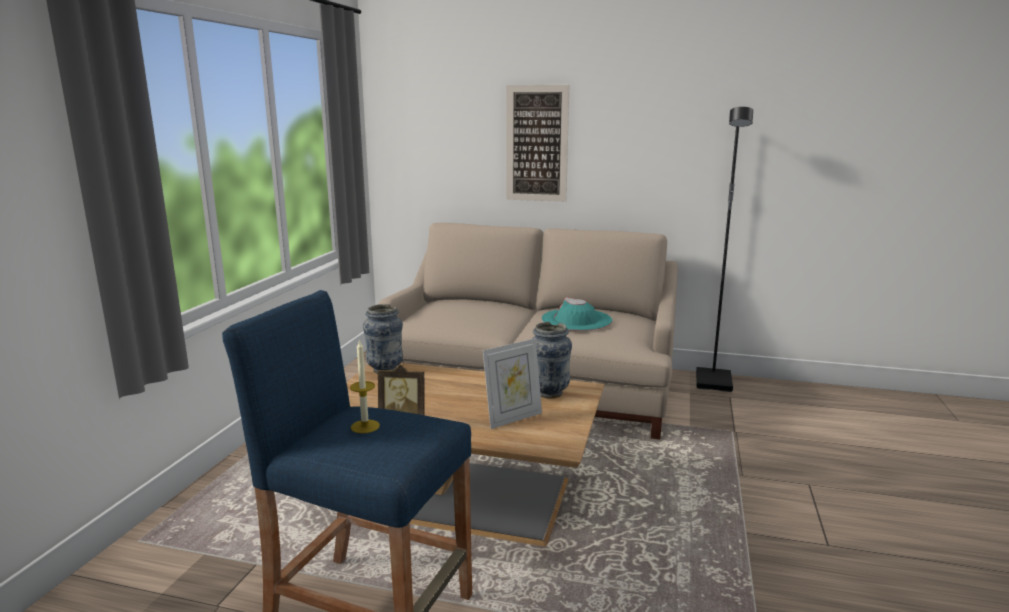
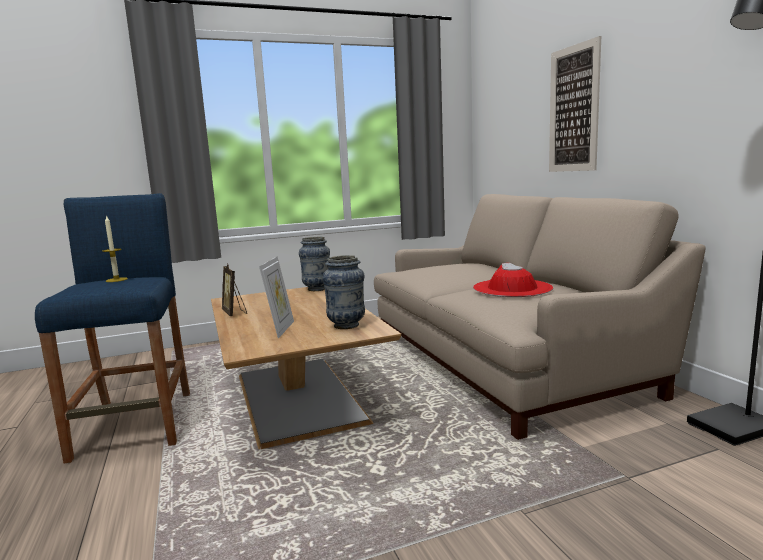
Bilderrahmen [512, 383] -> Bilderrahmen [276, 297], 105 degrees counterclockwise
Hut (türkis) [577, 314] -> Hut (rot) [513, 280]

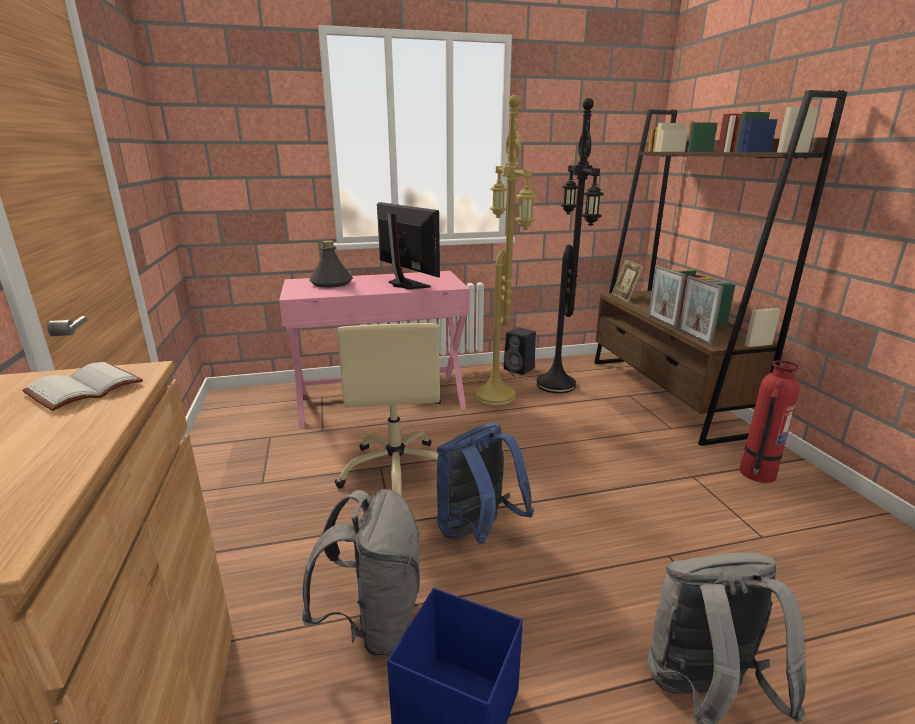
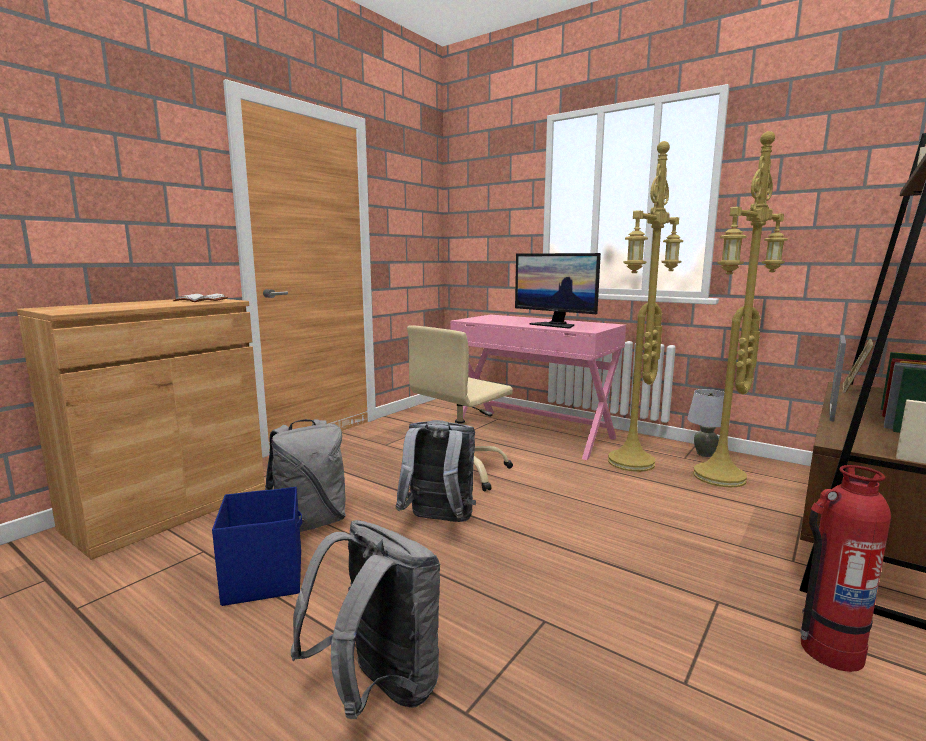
Flasche (grau) [331, 264] -> none
Monitor [408, 246] -> Monitor [558, 291], 120 degrees clockwise
Rucksack (blau) [485, 483] -> Rucksack (grau) [436, 471]
Lautsprecher (schwarz) [520, 351] -> Tischlampe (grau) [708, 423]
Stehlampe (schwarz) [570, 245] -> Stehlampe (gelb) [740, 309]
Bilderrahmen [701, 310] -> none

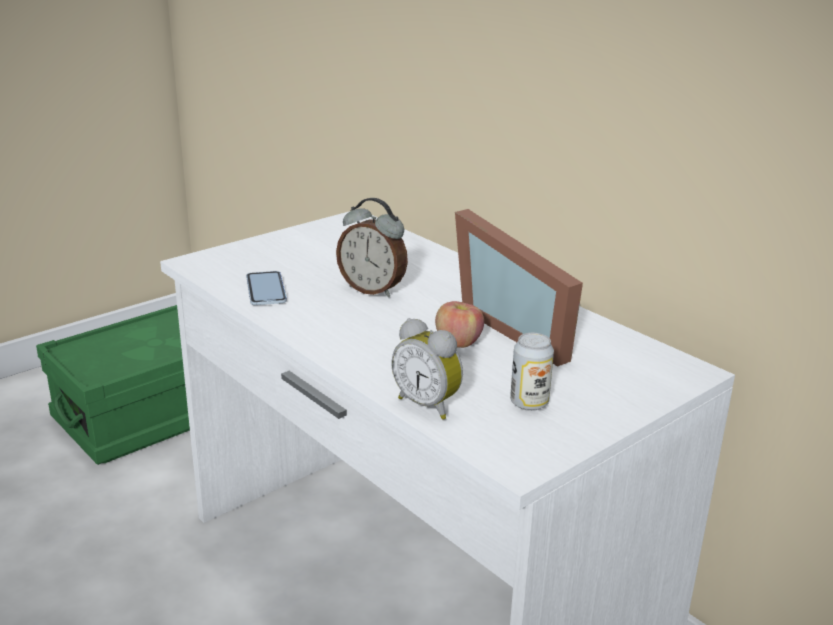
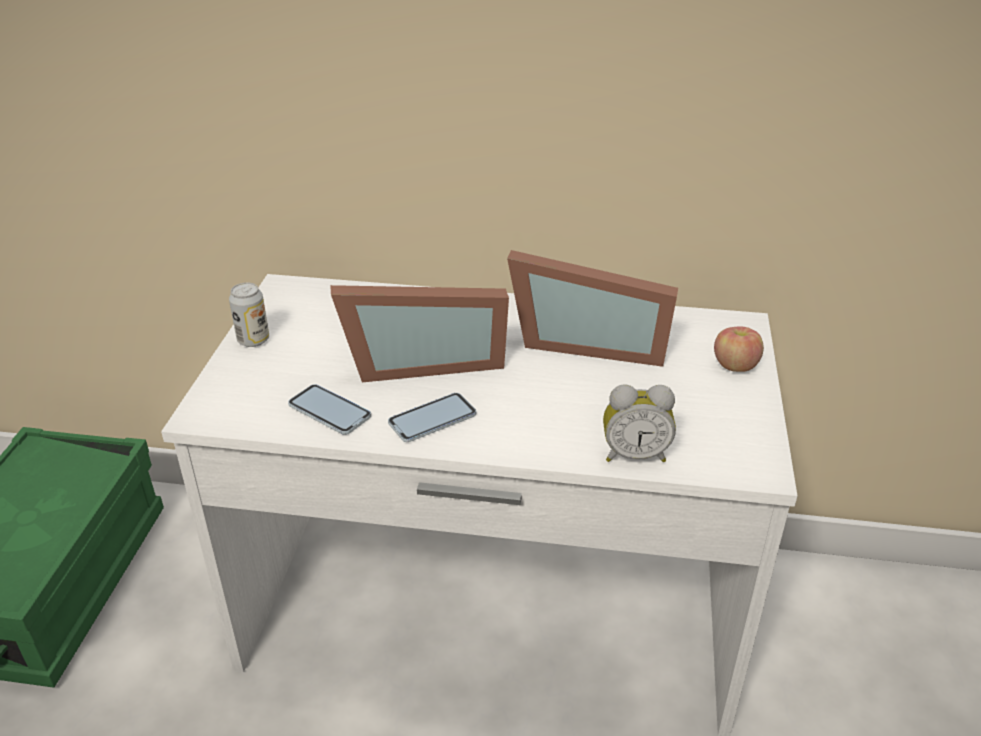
Wecker [372, 247] -> Bilderrahmen [419, 333]
Apfel [459, 324] -> Apfel [739, 349], shifted
Dose [532, 372] -> Dose [249, 315], shifted
none -> Handy [432, 417]

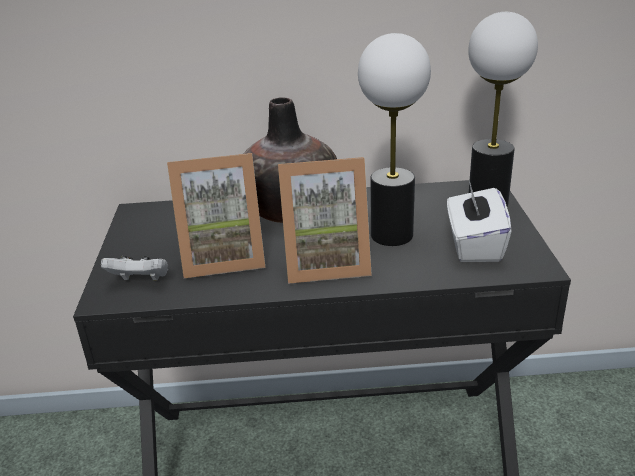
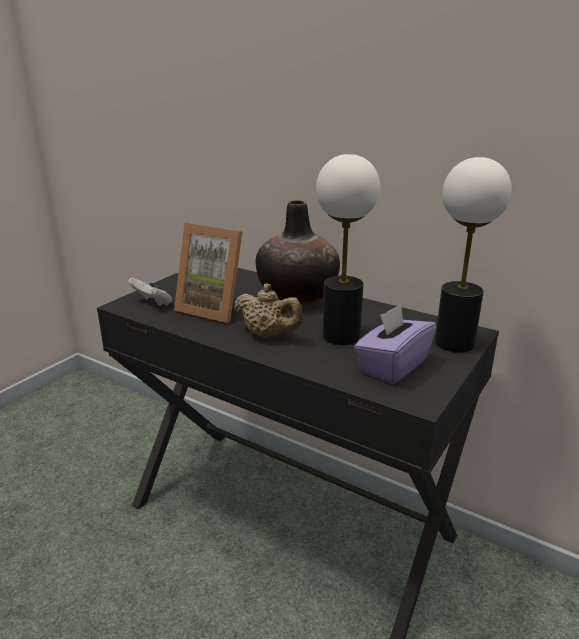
Bilderrahmen [325, 220] -> Teekanne (beige) [268, 310]
Taschentuchbox (weiß) [479, 221] -> Taschentuchbox (lila) [395, 344]

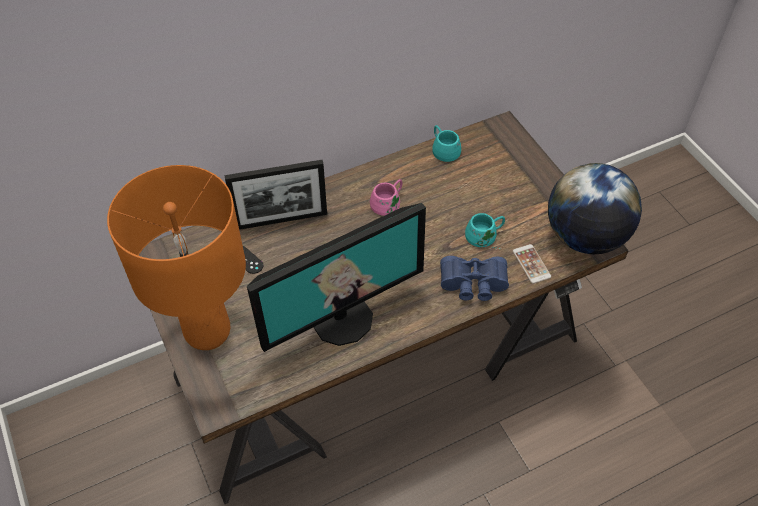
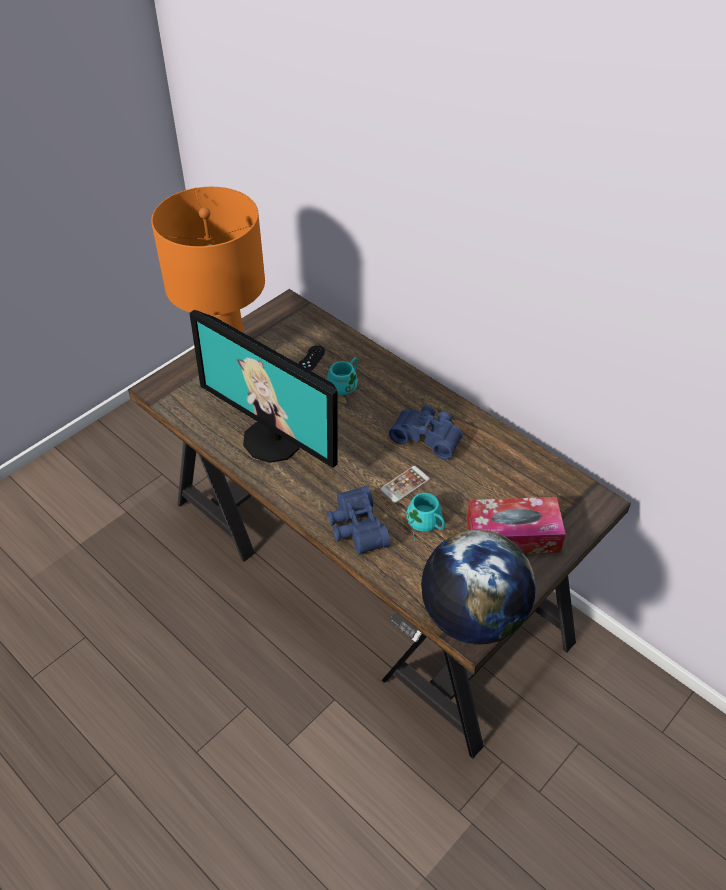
Bilderrahmen [275, 195] -> none
Henkelbecher (rosa) [386, 197] -> Fernglas (blau) [426, 432]
Henkelbecher (türkis) [446, 143] -> Henkelbecher (türkis) [347, 376], shifted
Handy [532, 264] -> Handy [405, 484], shifted
none -> Taschentuchbox [516, 525]

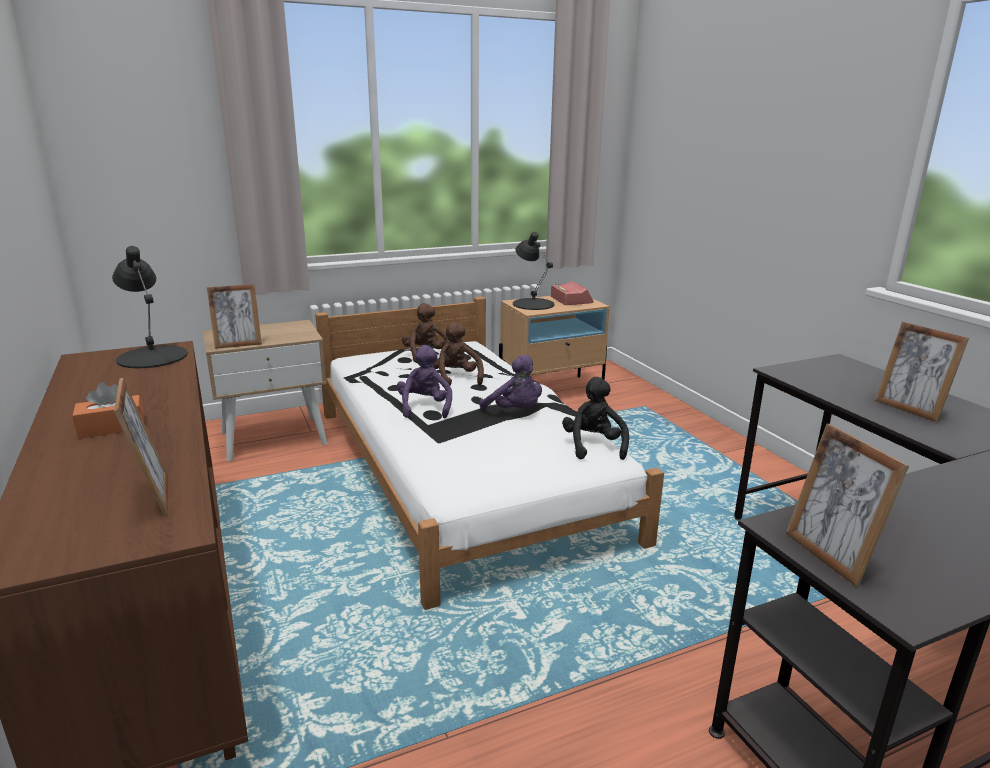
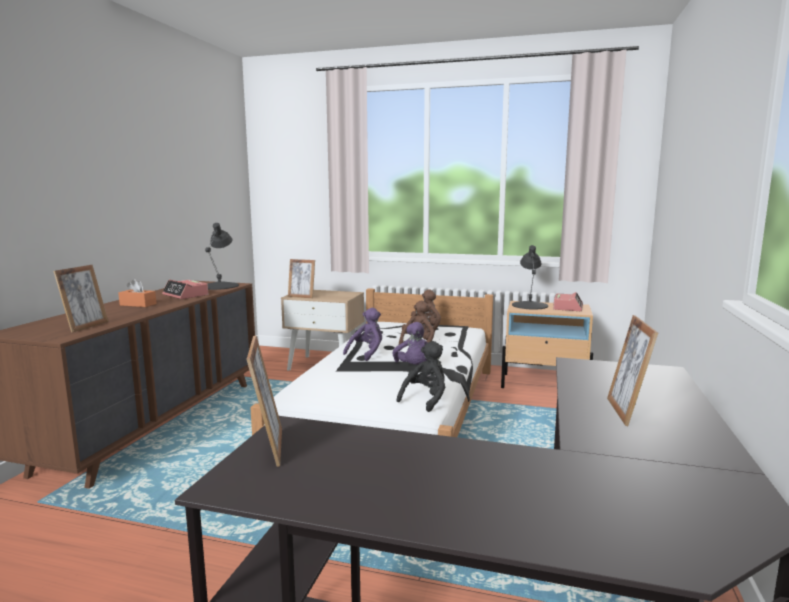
Bilderrahmen [847, 505] -> Bilderrahmen [264, 401], 150 degrees clockwise
none -> Wecker [185, 289]

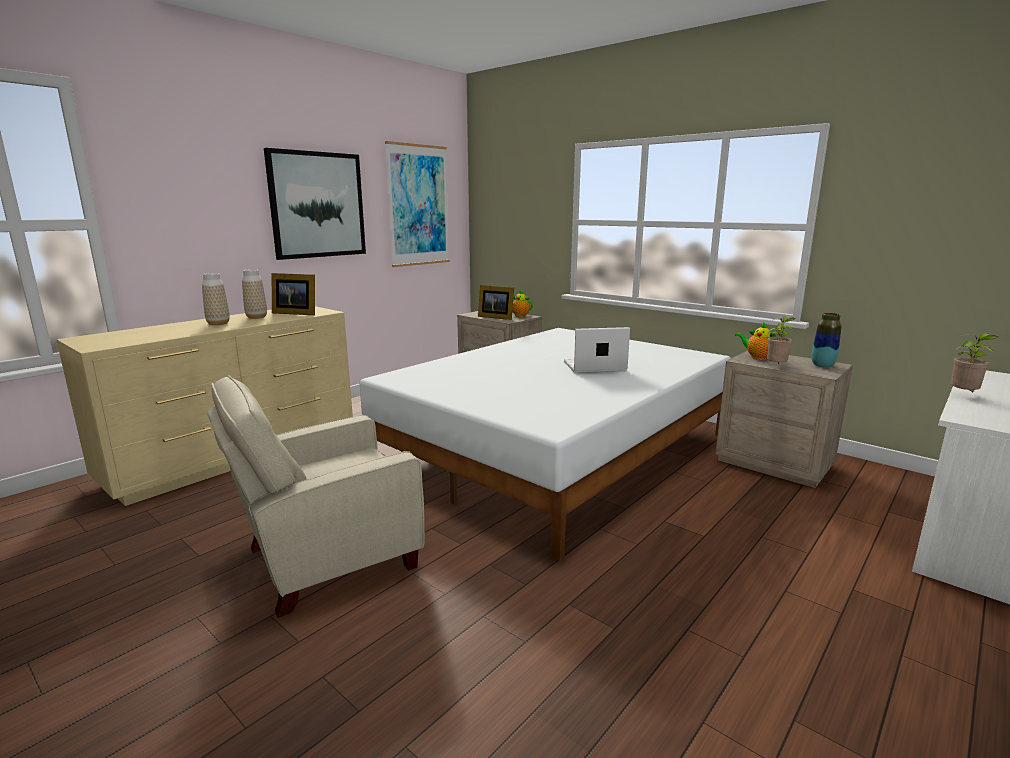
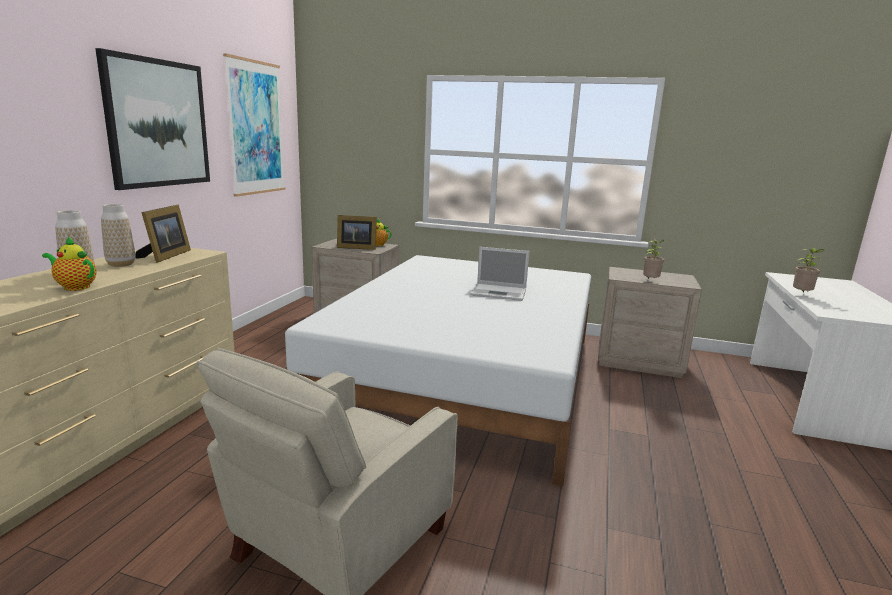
Bilderrahmen [293, 294] -> Bilderrahmen [163, 234], 75 degrees counterclockwise
Laptop [597, 350] -> Laptop [500, 274], 135 degrees counterclockwise
Teekanne [756, 341] -> Teekanne [69, 264], shifted
Vase [826, 340] -> none

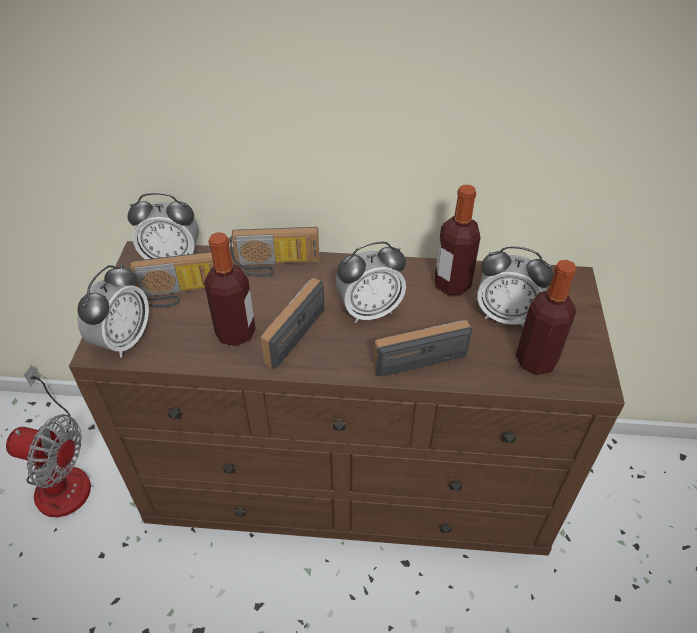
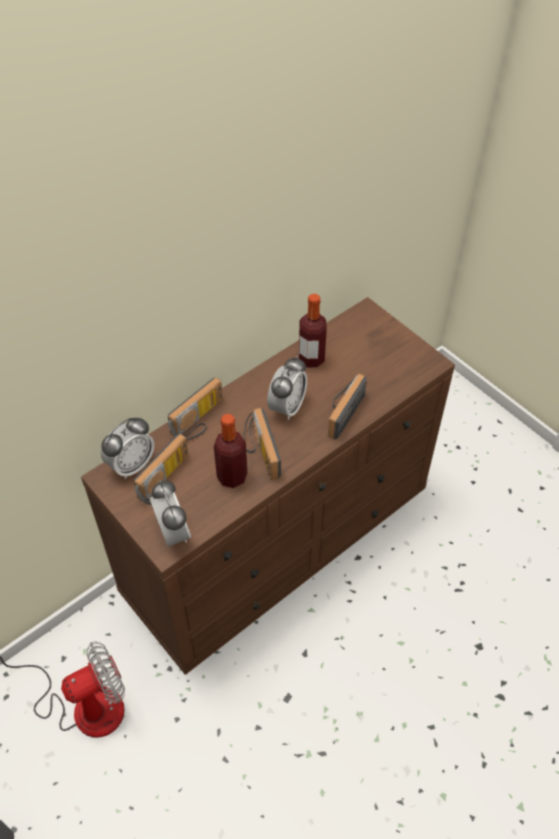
Wecker [515, 286] -> none
Flasche [546, 317] -> none

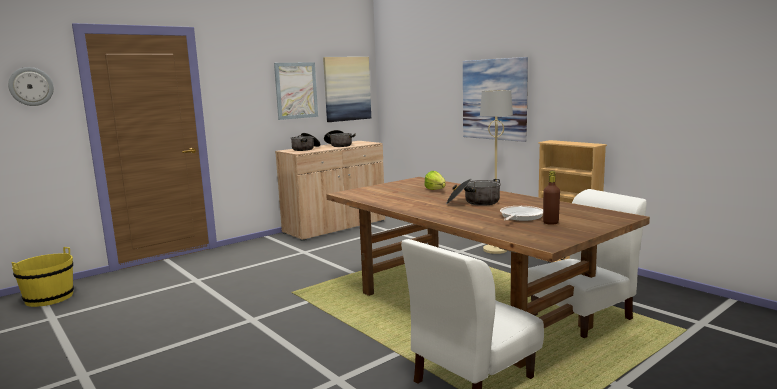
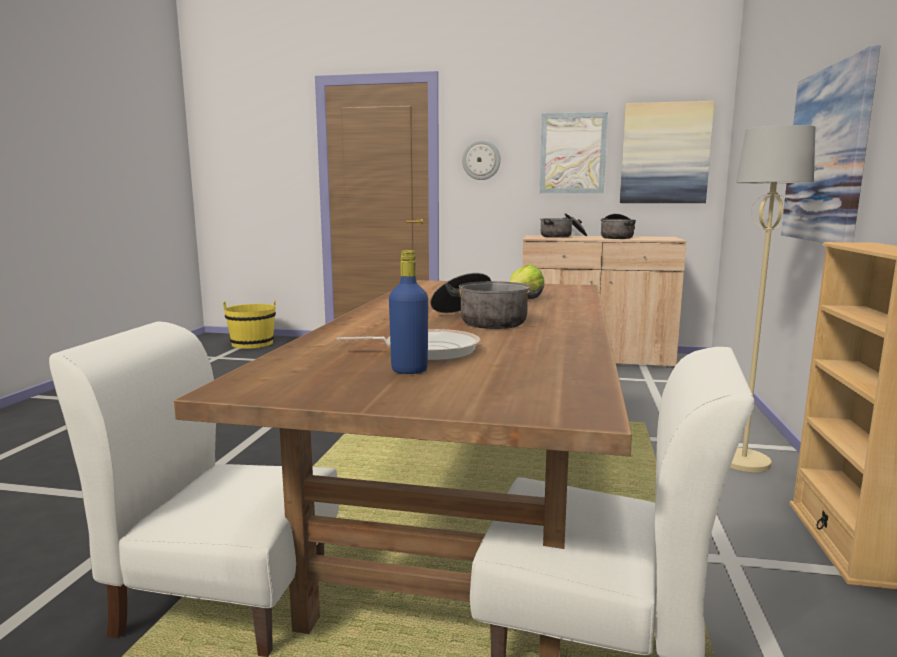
Wanduhr [31, 86] -> Wanduhr [481, 160], shifted
Flasche (braun) [551, 198] -> Flasche (blau) [408, 312]

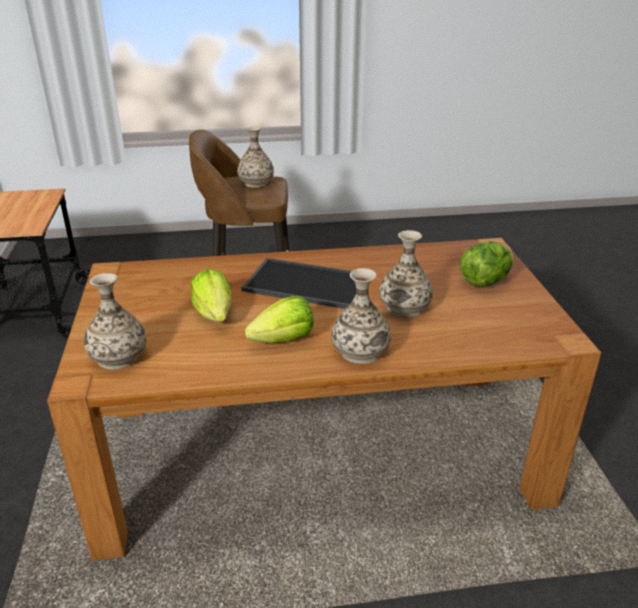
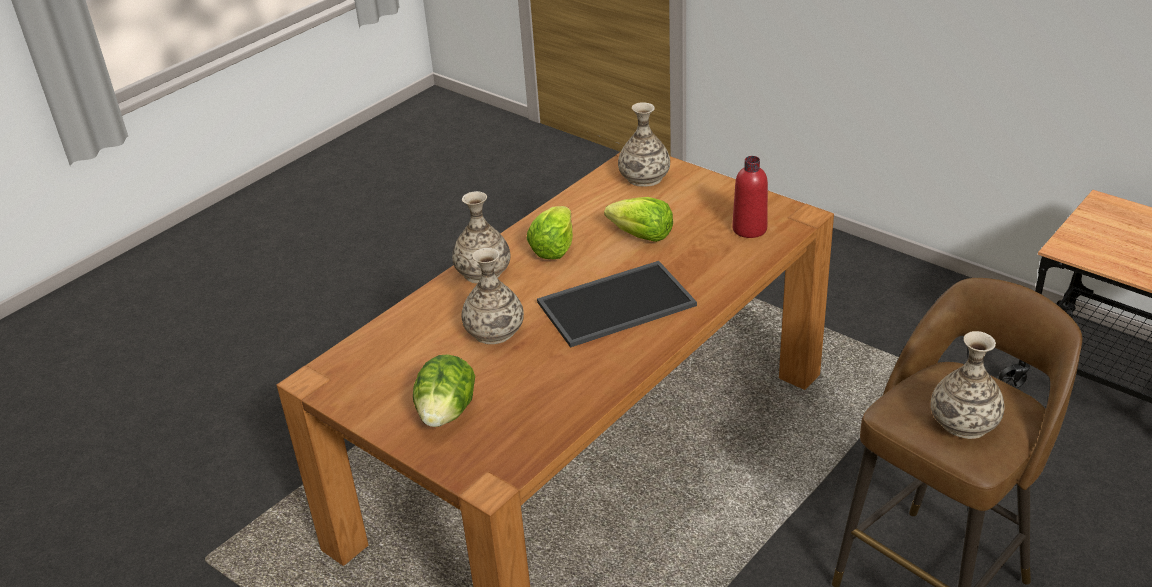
none -> Flasche (rot) [750, 197]

